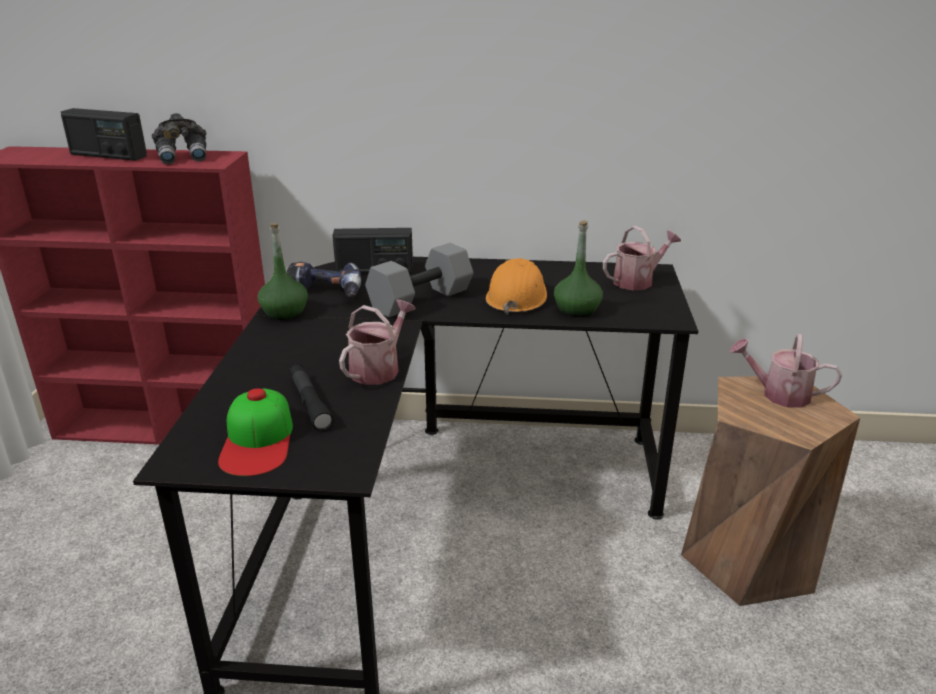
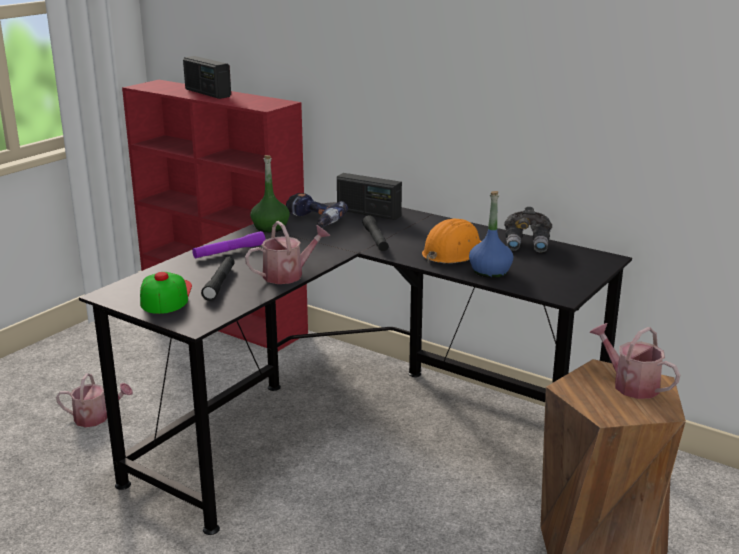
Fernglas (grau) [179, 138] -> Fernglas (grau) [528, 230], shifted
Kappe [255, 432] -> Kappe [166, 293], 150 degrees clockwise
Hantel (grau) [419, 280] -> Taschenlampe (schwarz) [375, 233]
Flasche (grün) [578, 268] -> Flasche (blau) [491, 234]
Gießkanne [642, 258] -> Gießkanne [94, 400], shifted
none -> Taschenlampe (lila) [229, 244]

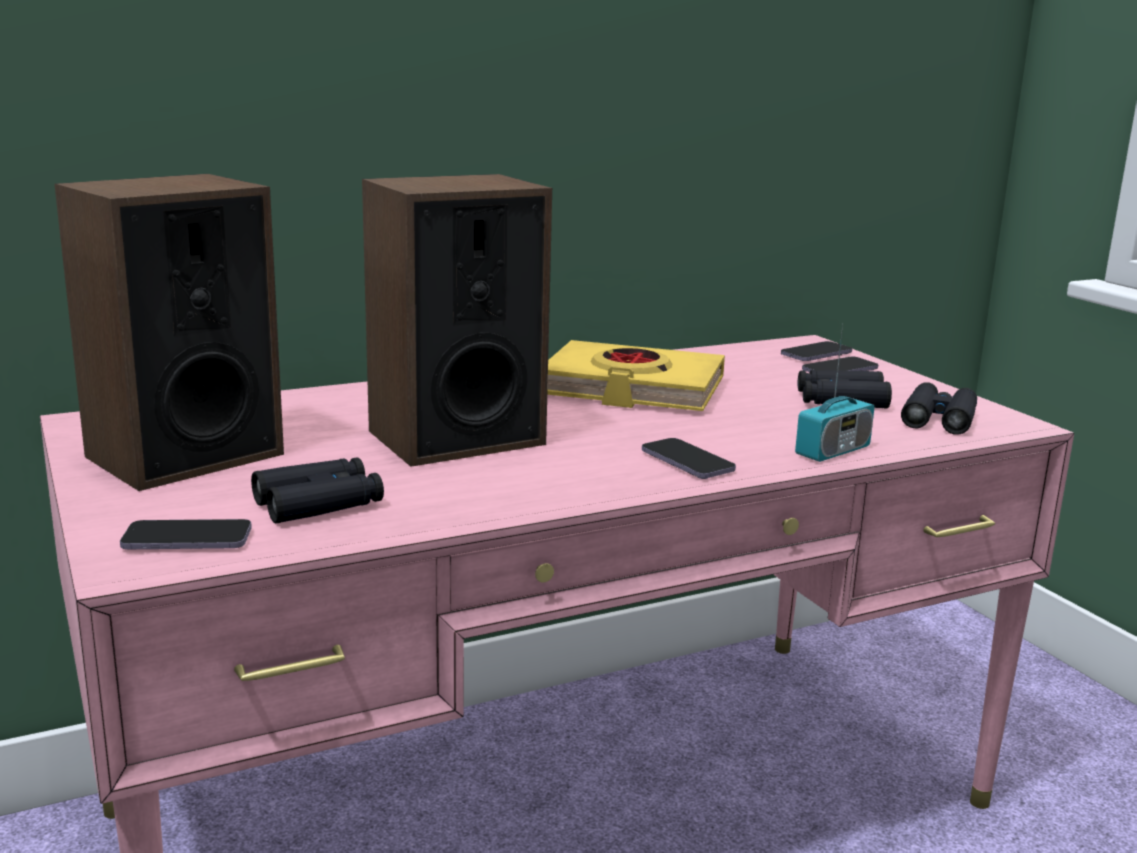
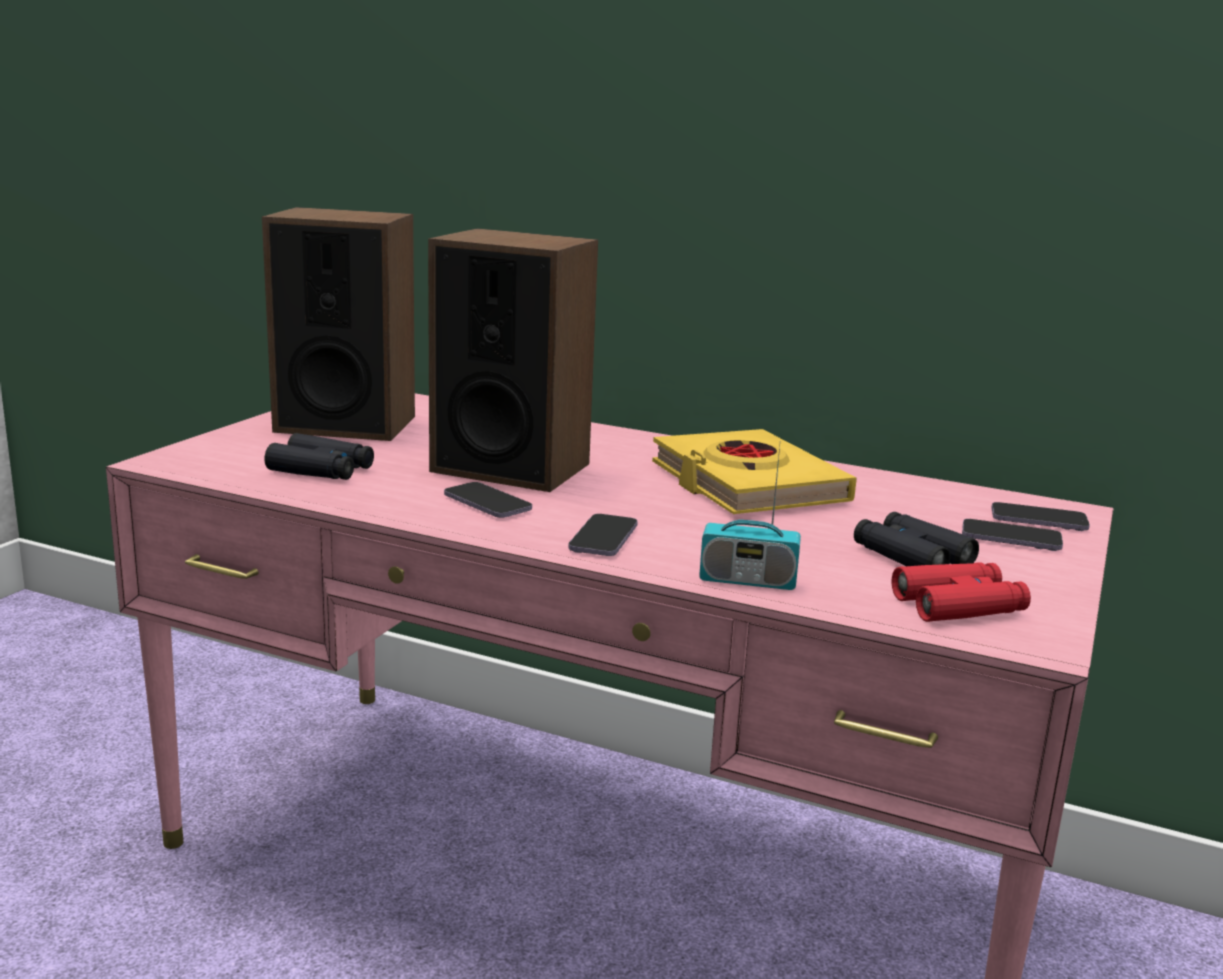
Handy [186, 534] -> Handy [488, 500], shifted
Fernglas (schwarz) [939, 408] -> Fernglas (rot) [961, 592]

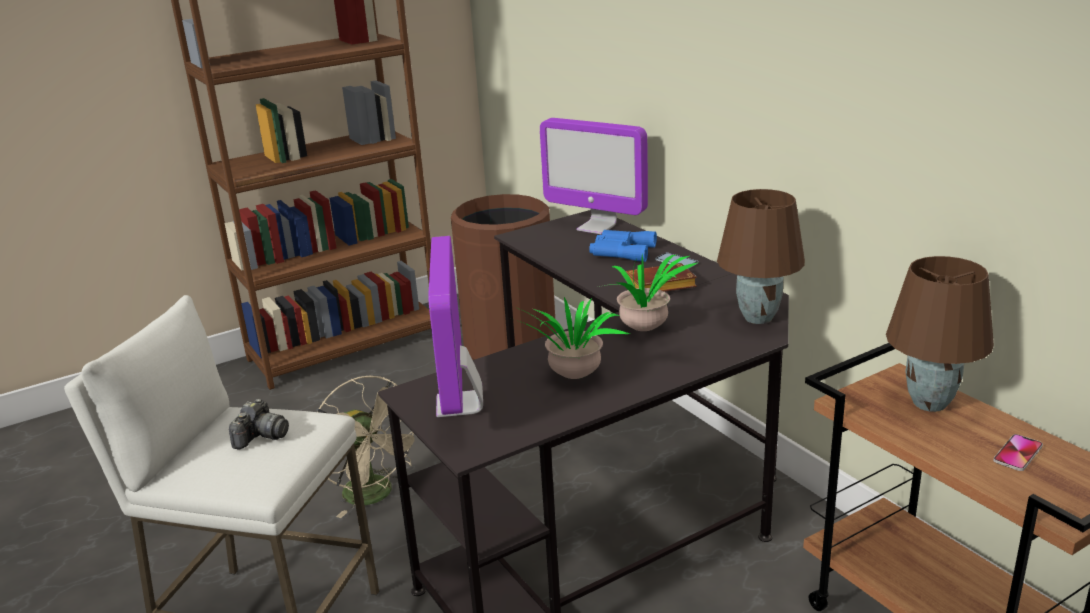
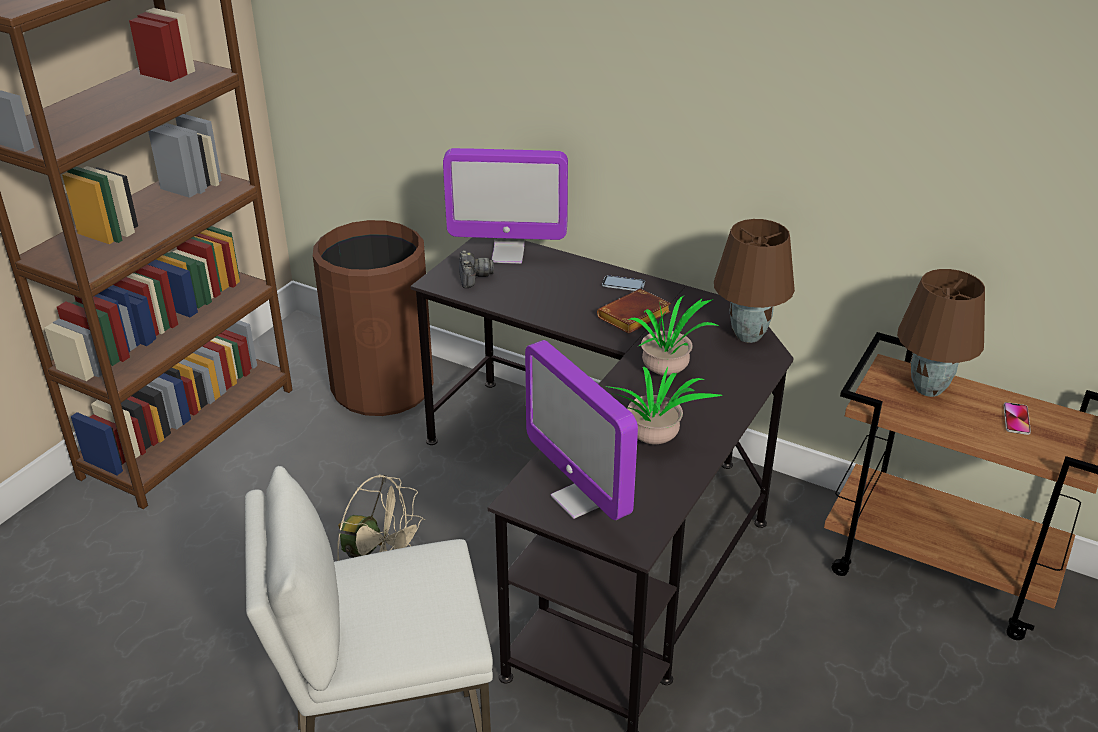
Kamera [259, 424] -> Kamera [476, 269], shifted
Fernglas (blau) [623, 246] -> none

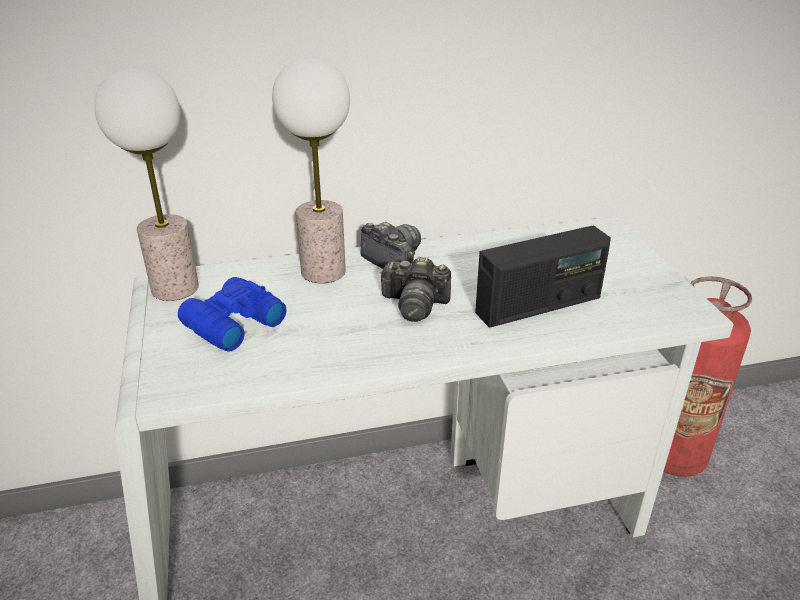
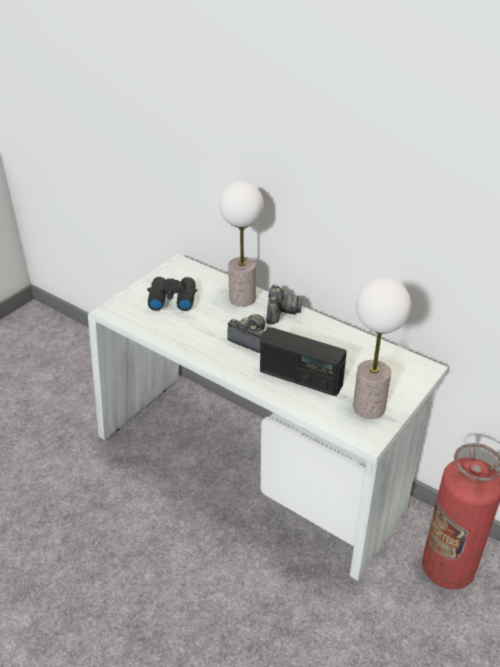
Tischlampe [146, 184] -> Tischlampe [382, 348], shifted
Fernglas (blau) [232, 314] -> Fernglas (schwarz) [172, 294]
Kamera [415, 289] -> Kamera [246, 333], 150 degrees clockwise

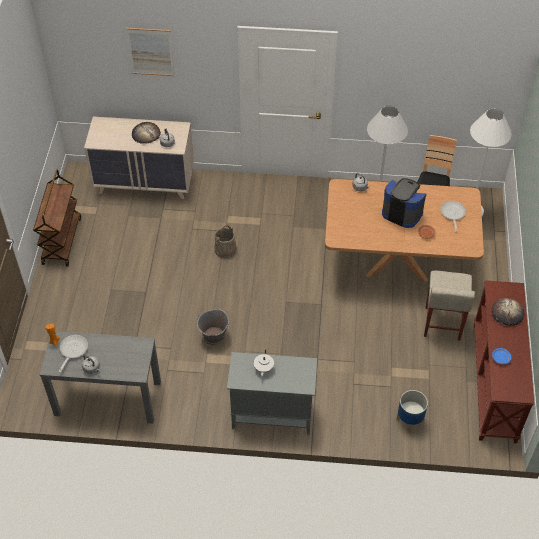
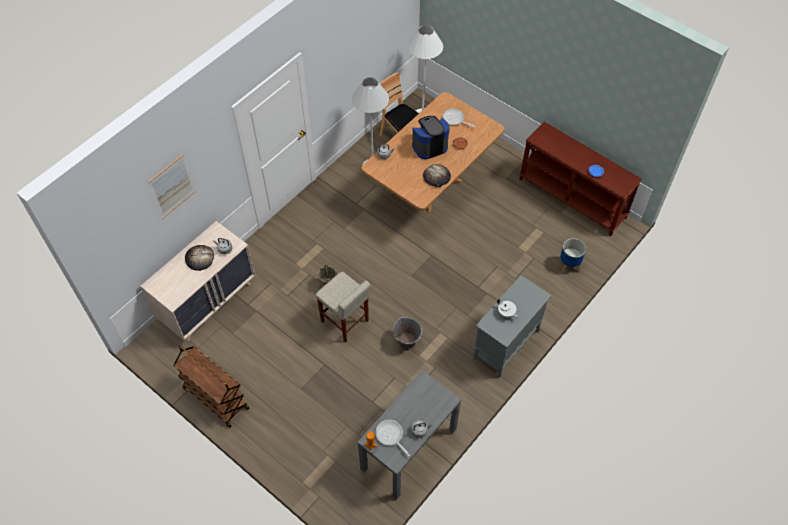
Hocker (beige) [449, 306] -> Hocker (beige) [342, 307], shifted
Brot [507, 312] -> Brot [437, 175], shifted

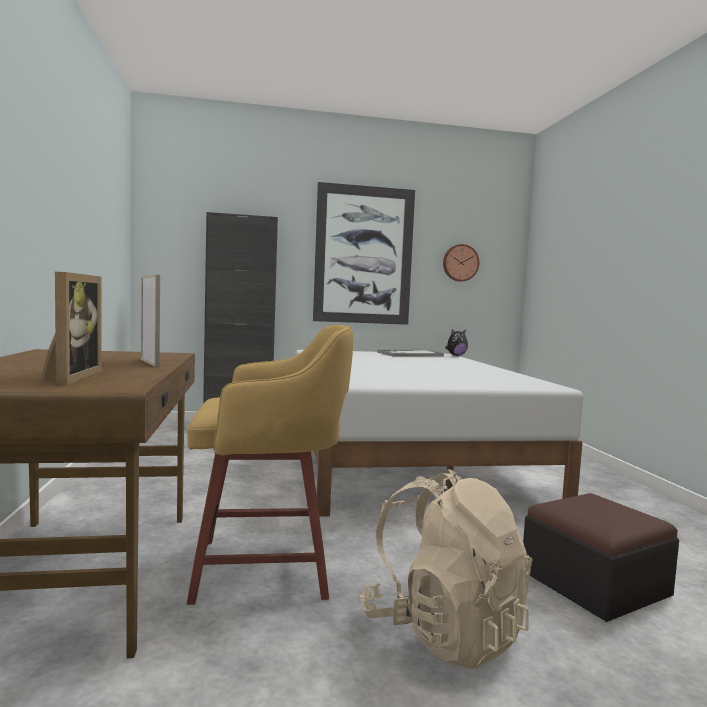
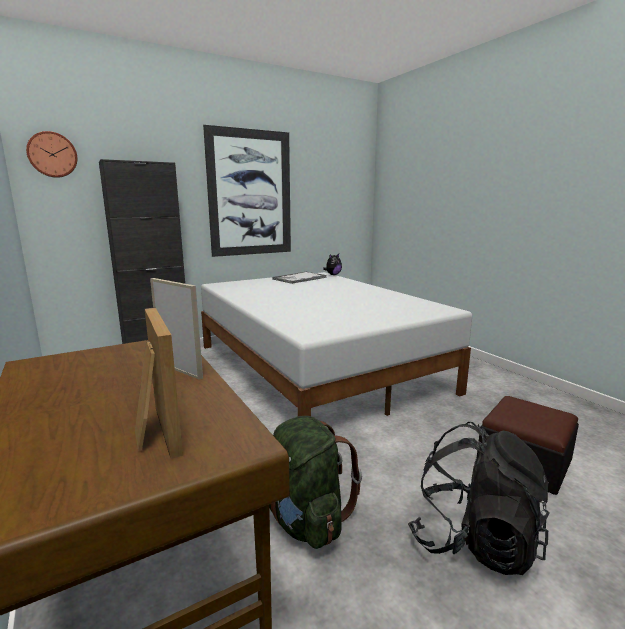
Hocker (gelb) [270, 465] -> Rucksack (grün) [315, 482]
Rucksack (beige) [446, 569] -> Rucksack (schwarz) [479, 498]
Wanduhr [461, 263] -> Wanduhr [51, 154], shifted

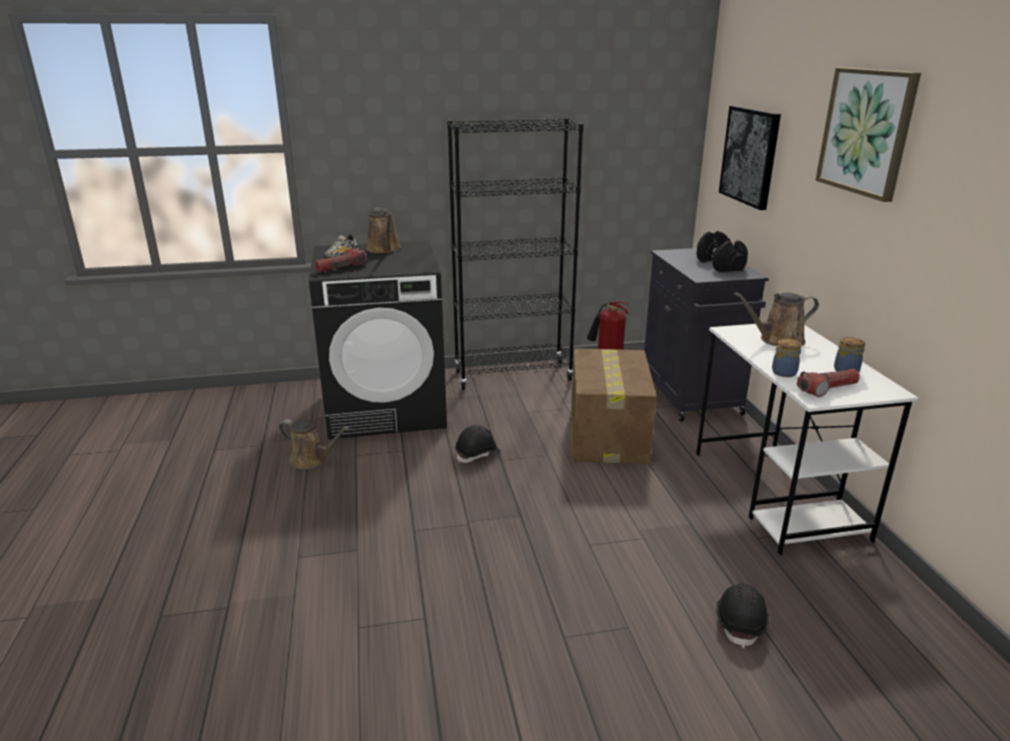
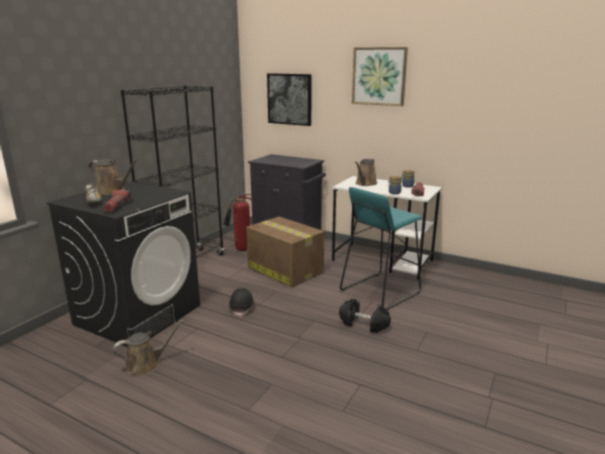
Hantel (schwarz) [722, 251] -> Hantel (schwarz) [365, 316], shifted
Schutzhelm (schwarz) [742, 616] -> none
none -> Hocker (türkis) [381, 249]

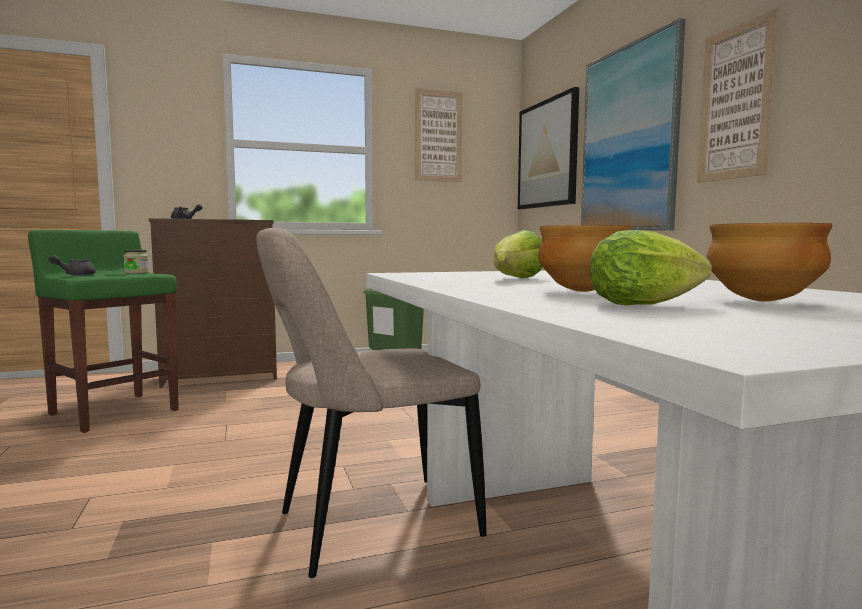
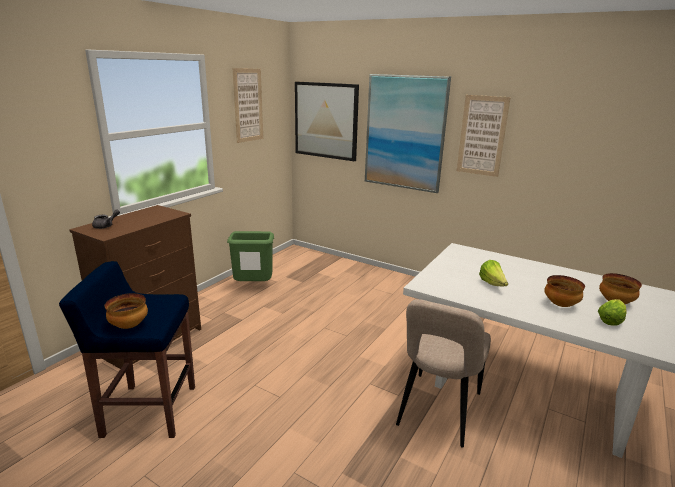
Hocker (grün) [103, 331] -> Hocker (blau) [127, 349]
Teekanne (grau) [72, 265] -> Schüssel [126, 311]
Vorratsglas [136, 262] -> none

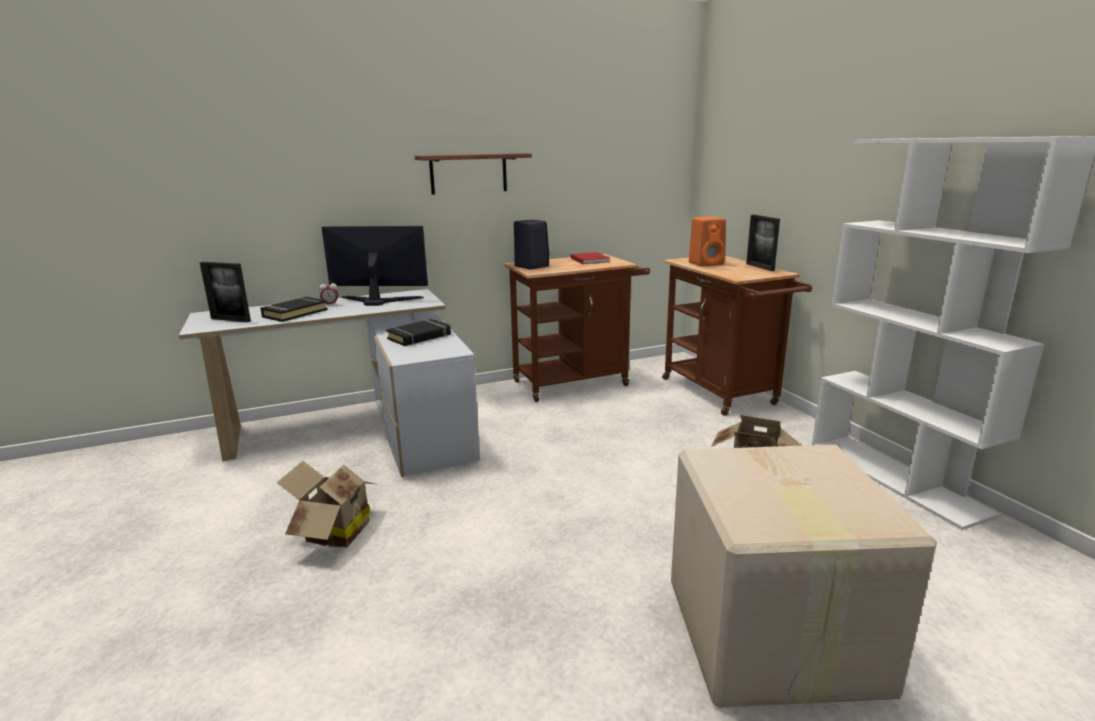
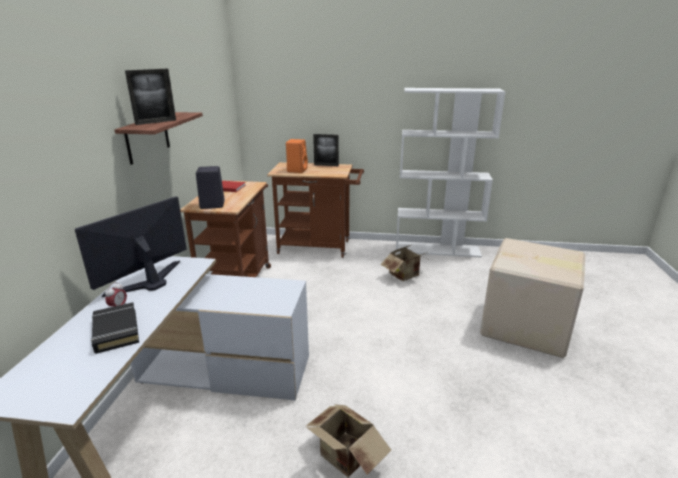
Bilderrahmen [225, 292] -> Bilderrahmen [150, 97], shifted
Buch (schwarz) [418, 332] -> none

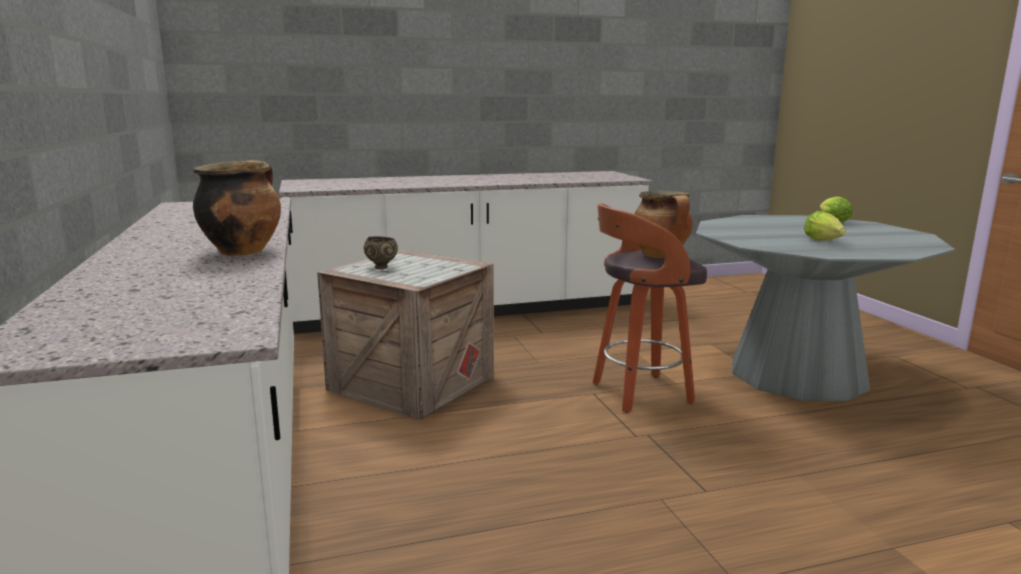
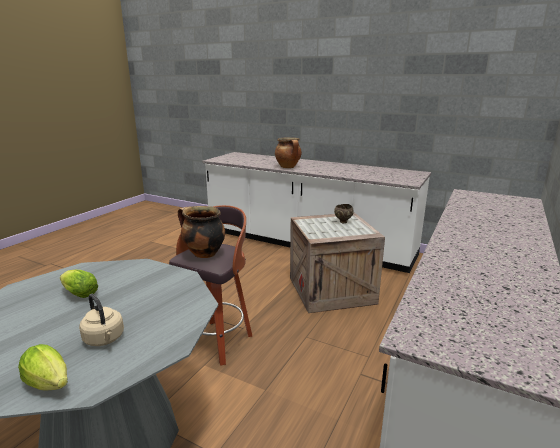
none -> Wasserkessel (beige) [101, 320]

